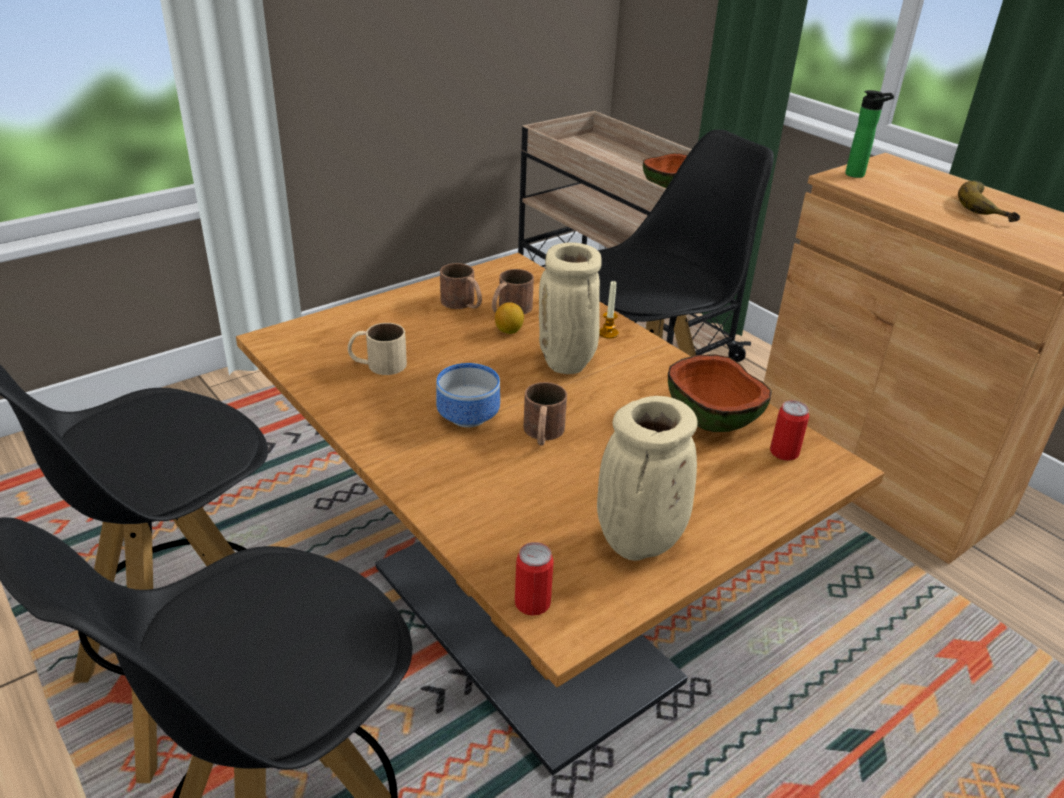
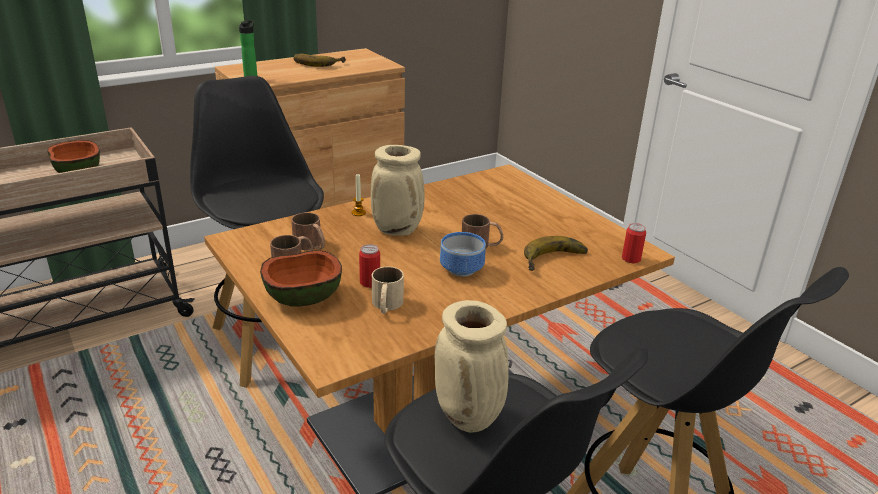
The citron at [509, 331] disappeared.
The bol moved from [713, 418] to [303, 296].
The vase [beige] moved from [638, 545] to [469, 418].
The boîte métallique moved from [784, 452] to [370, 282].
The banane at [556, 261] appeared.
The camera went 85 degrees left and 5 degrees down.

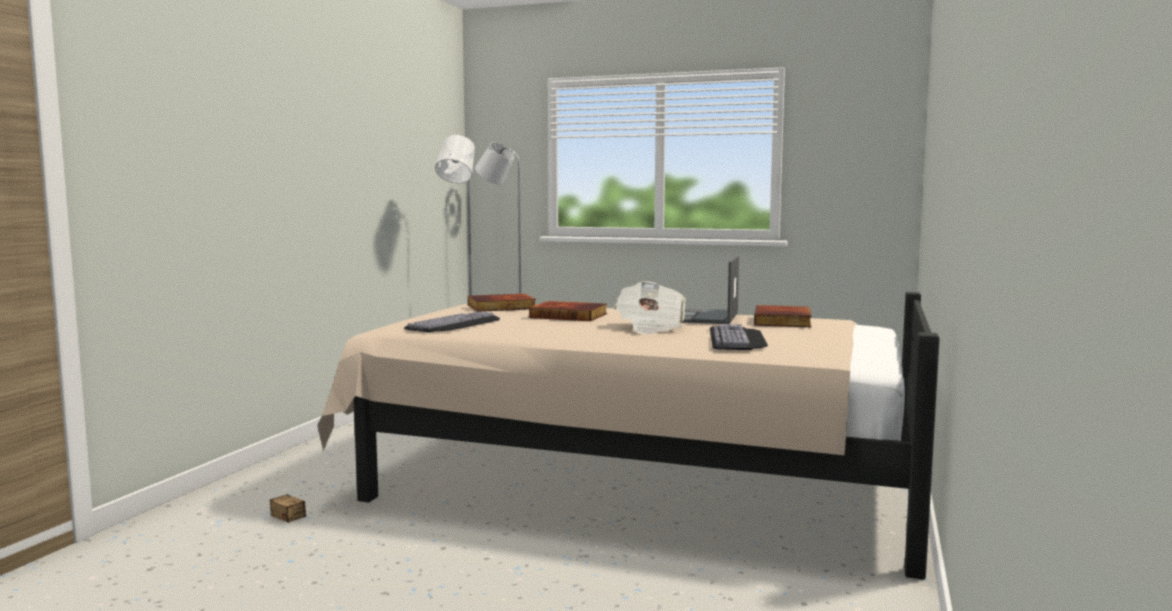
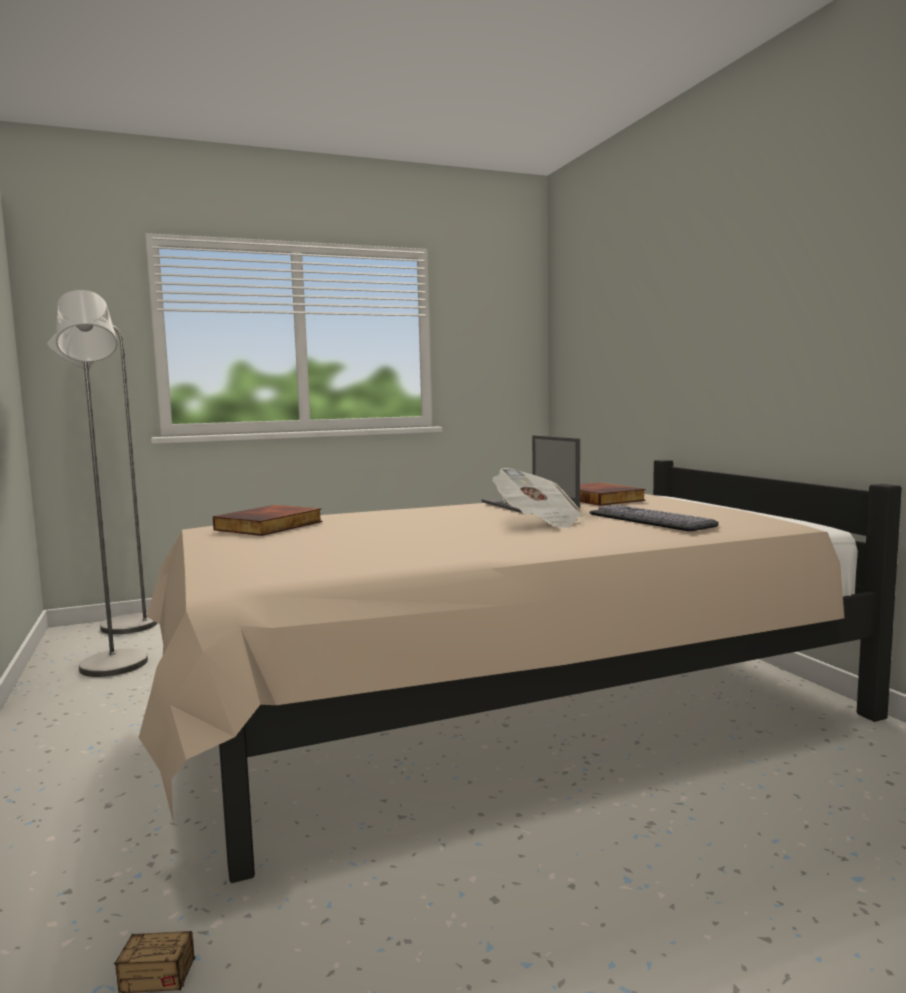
The livre at [569, 315] disappeared.
The clavier at [457, 324] disappeared.
The camera went 40 degrees left and 0 degrees up.

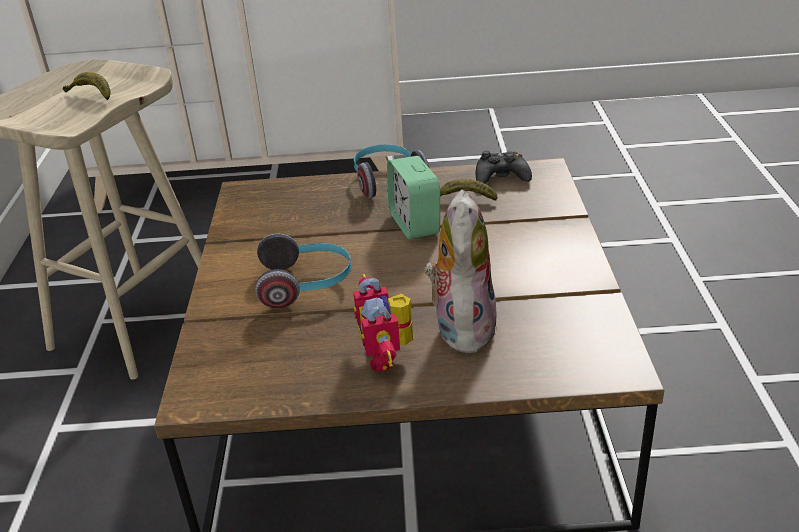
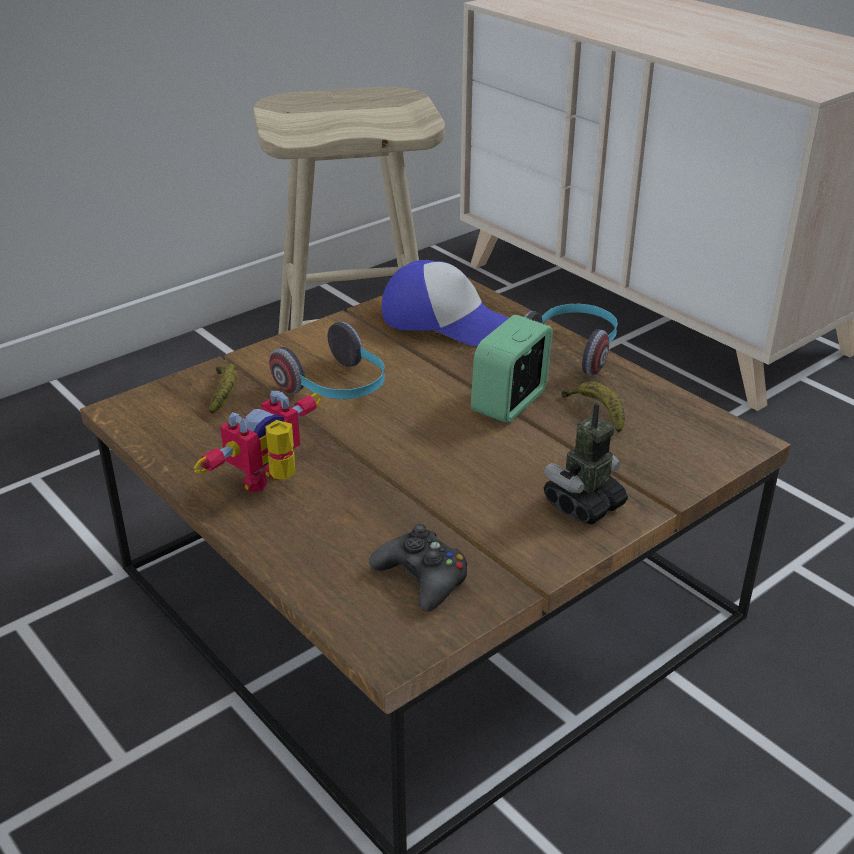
The banane moved from [92, 95] to [225, 394].
The manette [noir] moved from [501, 176] to [422, 578].
The peluche at [461, 326] disappeared.
The casquette at [445, 321] appeared.
The robot jouet at [584, 504] appeared.
The camera went 50 degrees right and 0 degrees up.

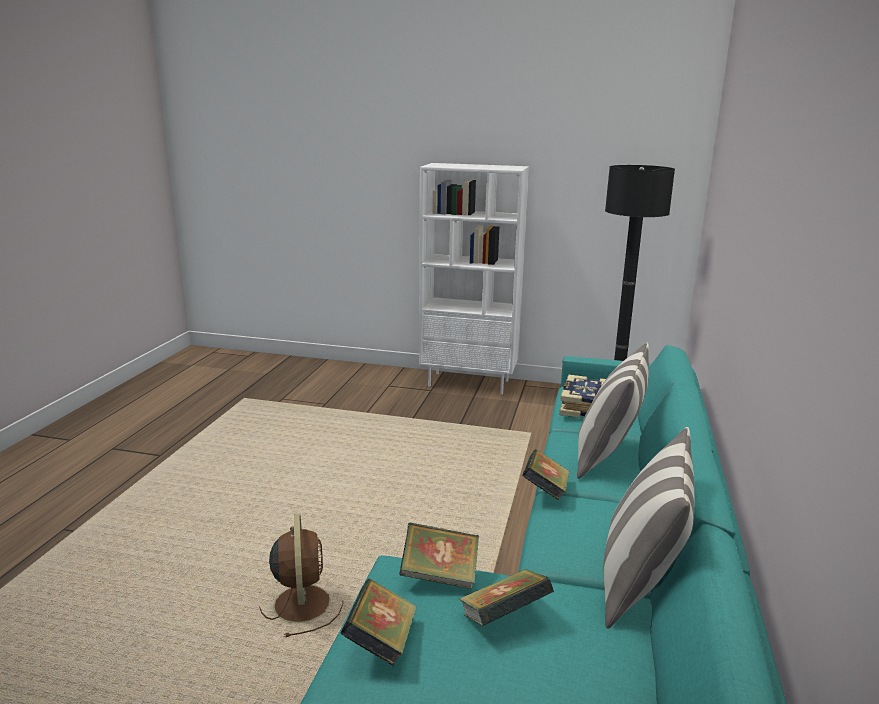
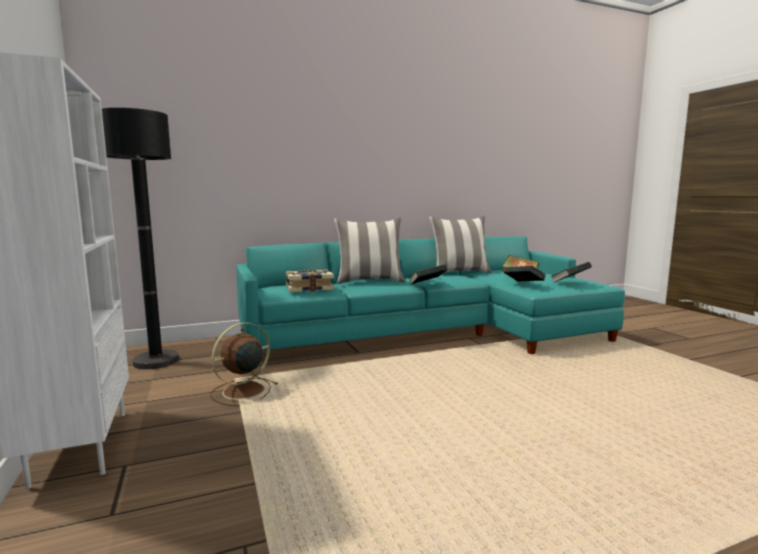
The ventilateur [marron] moved from [302, 602] to [242, 391].
The camera went 125 degrees left and 10 degrees down.

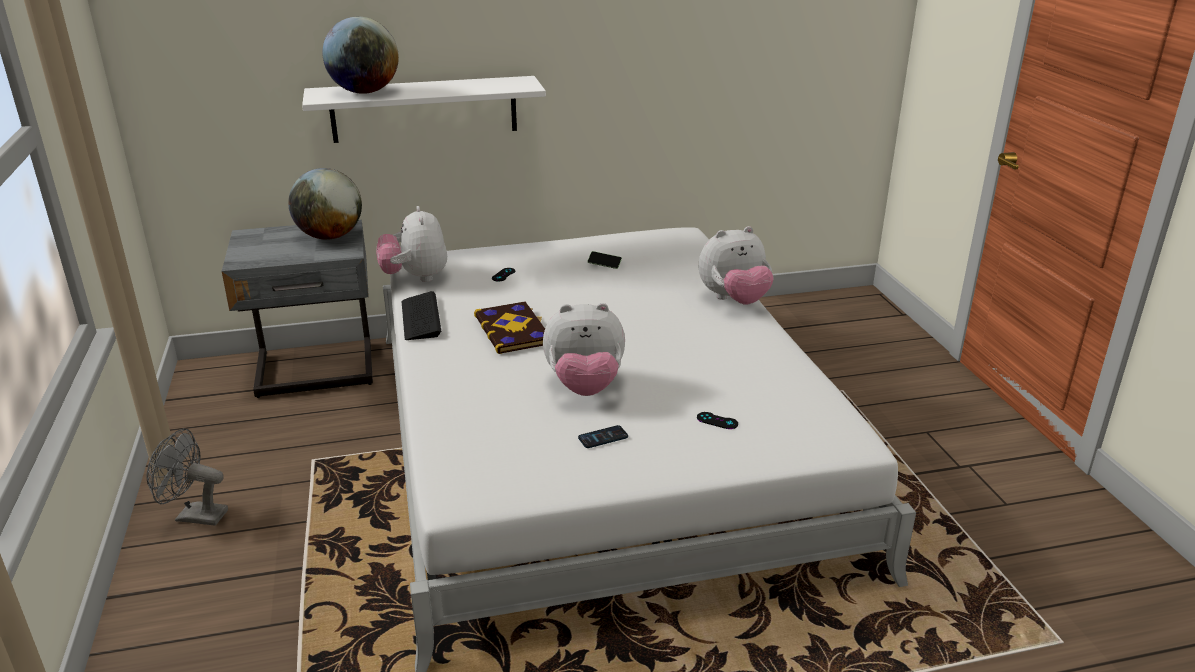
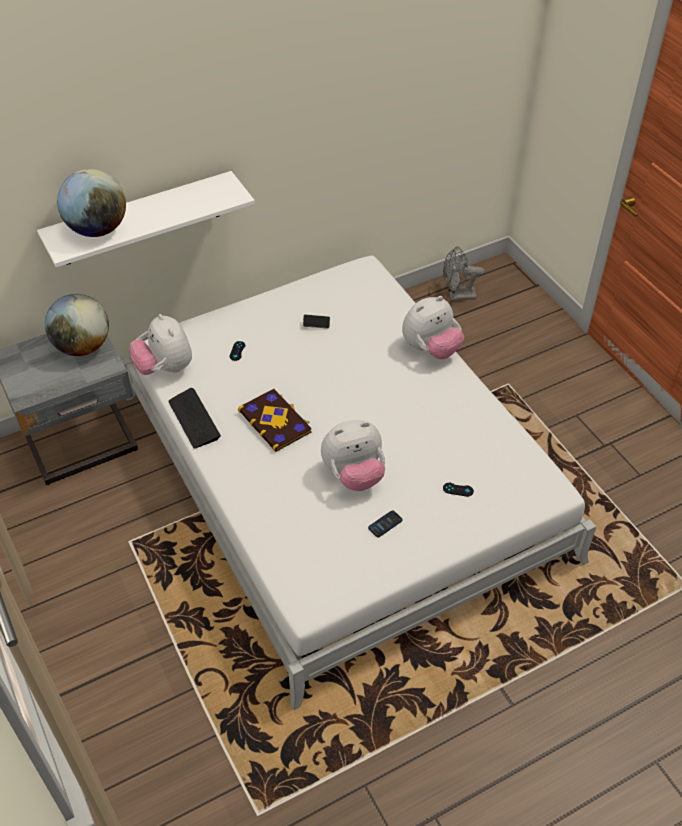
The ventilateur [gris] moved from [194, 516] to [457, 296].
The camera went 15 degrees left and 20 degrees up.

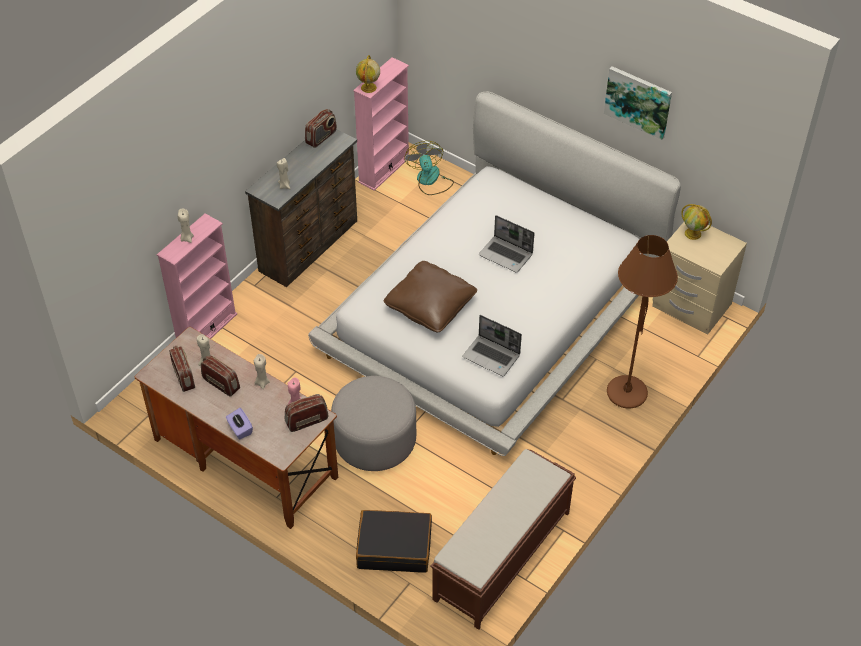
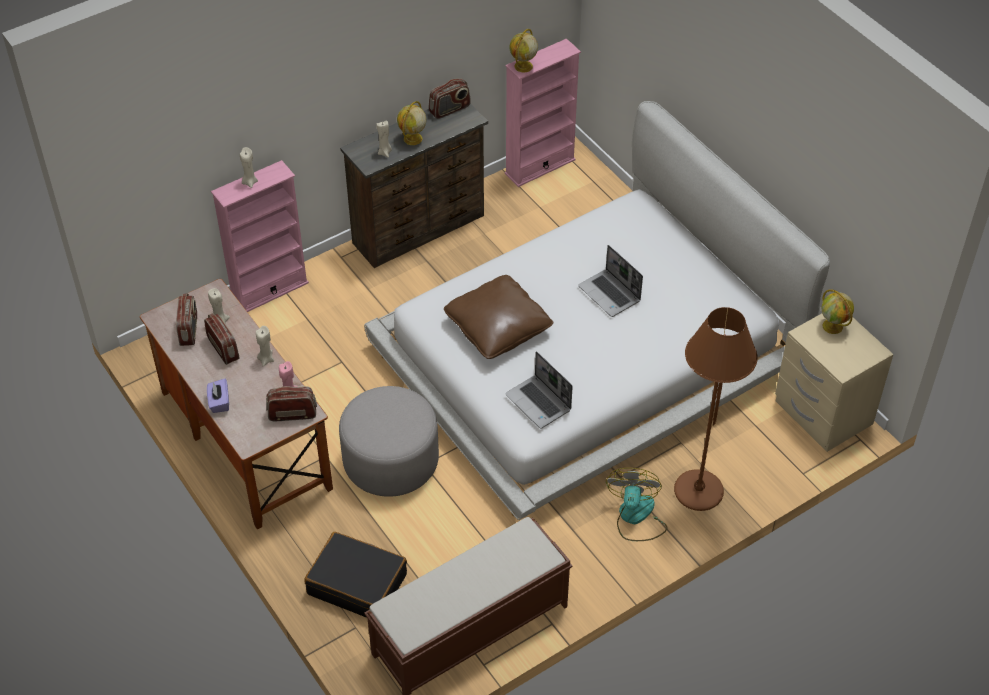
The tableau at [638, 101] disappeared.
The ventilateur moved from [430, 180] to [636, 517].
The globe at [412, 139] appeared.
The camera went 20 degrees right and 0 degrees up.

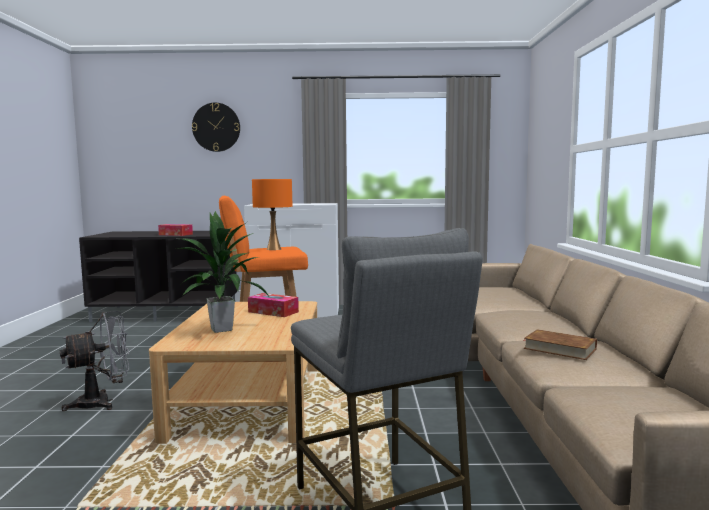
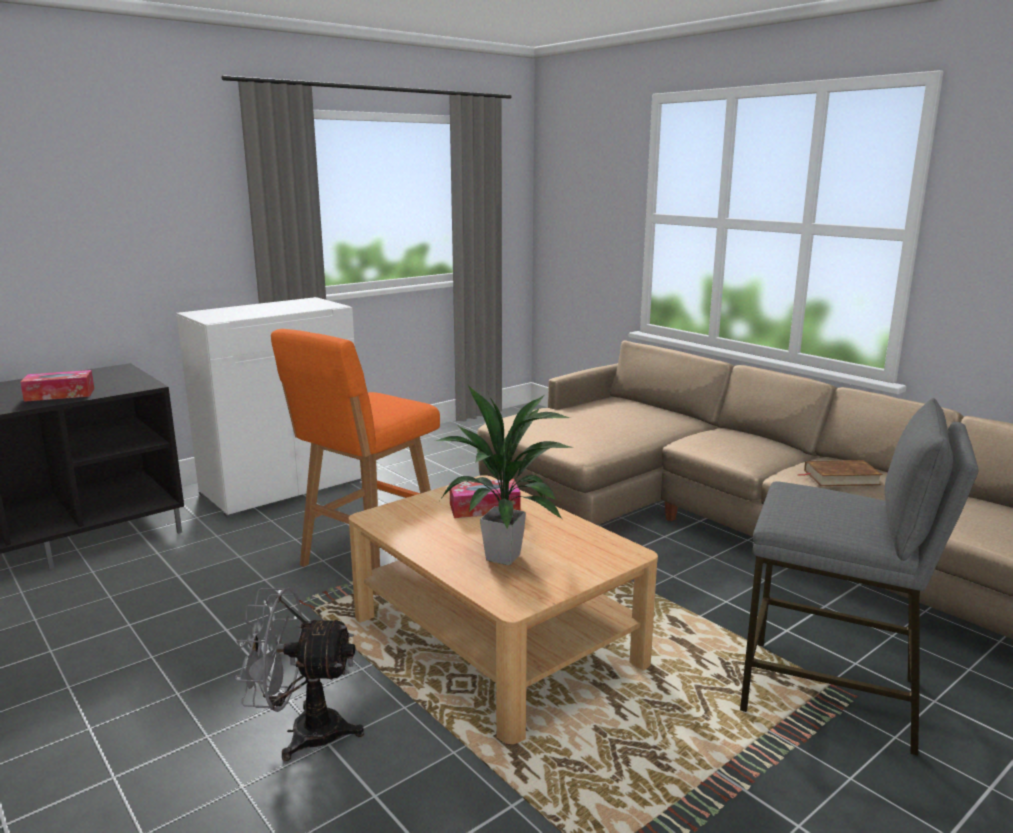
The horloge murale at [216, 127] disappeared.
The lampe de table [orange] at [274, 249] disappeared.
The ventilateur [gris] at [102, 402] turned 105 degrees counterclockwise.
The camera went 40 degrees left and 10 degrees up.

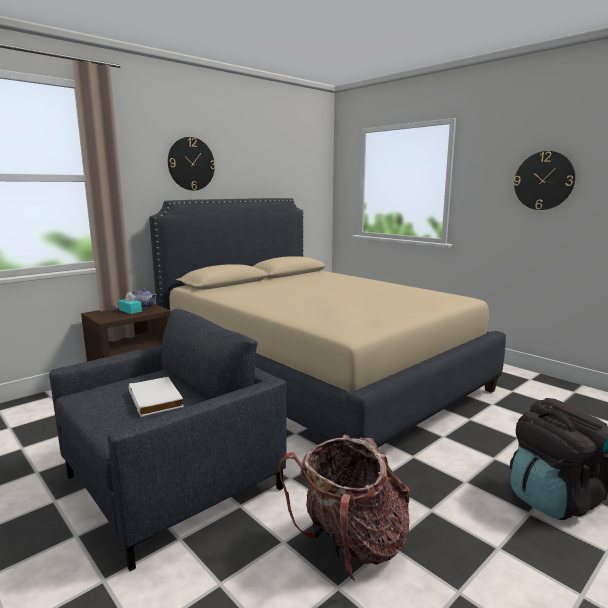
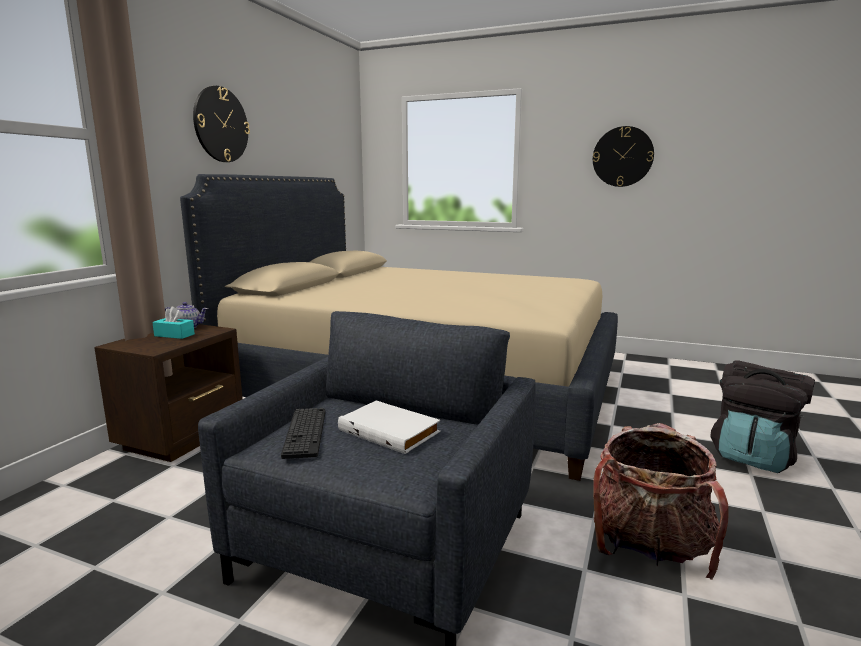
The clavier at [305, 433] appeared.
The camera went 25 degrees left and 0 degrees up.

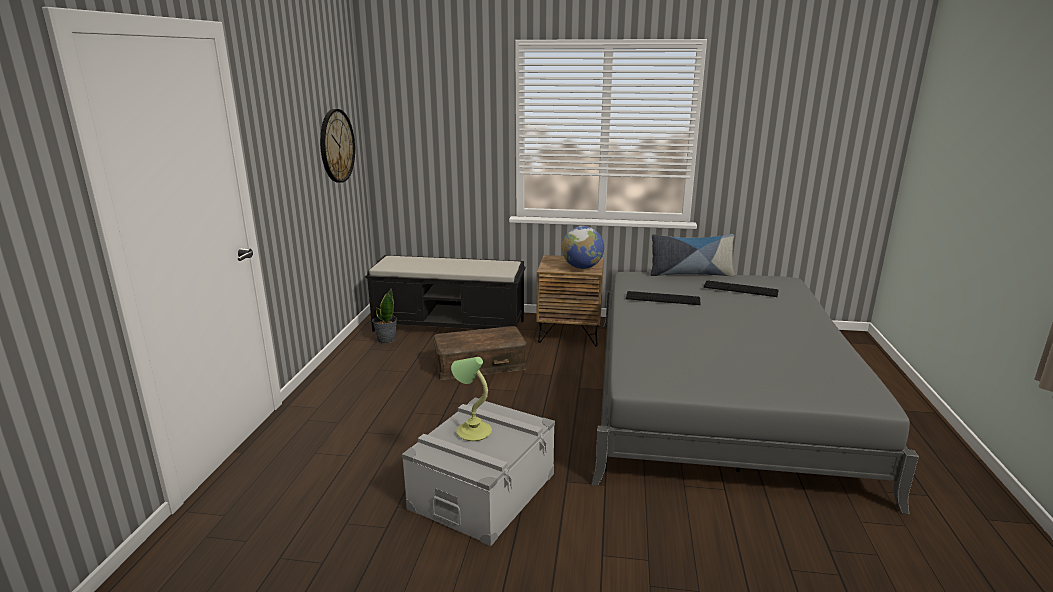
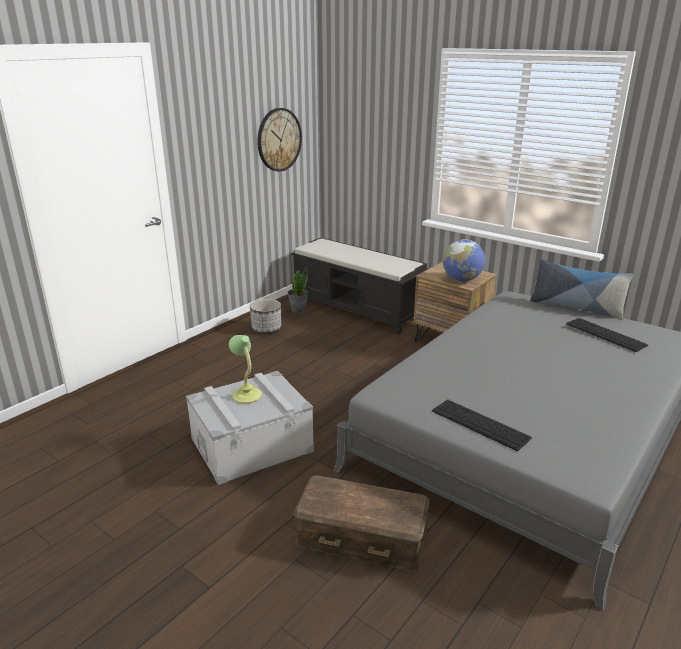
The clavier moved from [662, 298] to [480, 424].
The boîte de rangement [marron] moved from [479, 364] to [362, 535].
The cache-pot at [266, 328] appeared.
The camera went 30 degrees right and 5 degrees up.

